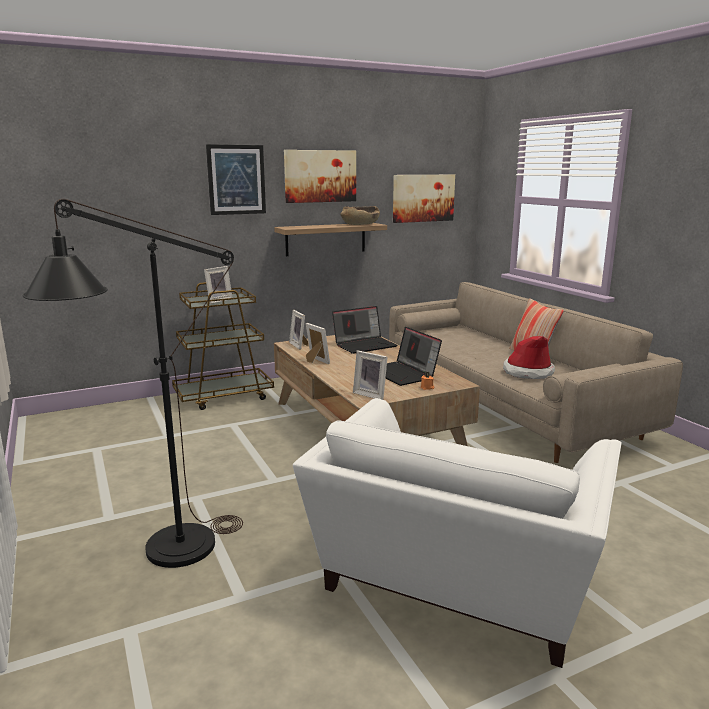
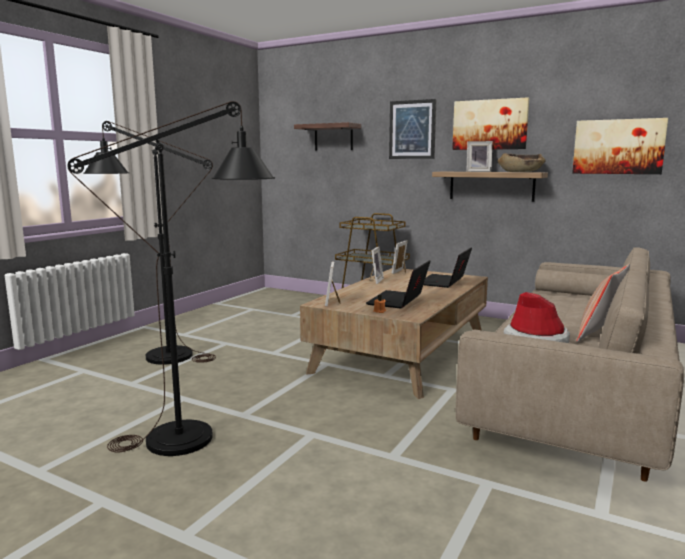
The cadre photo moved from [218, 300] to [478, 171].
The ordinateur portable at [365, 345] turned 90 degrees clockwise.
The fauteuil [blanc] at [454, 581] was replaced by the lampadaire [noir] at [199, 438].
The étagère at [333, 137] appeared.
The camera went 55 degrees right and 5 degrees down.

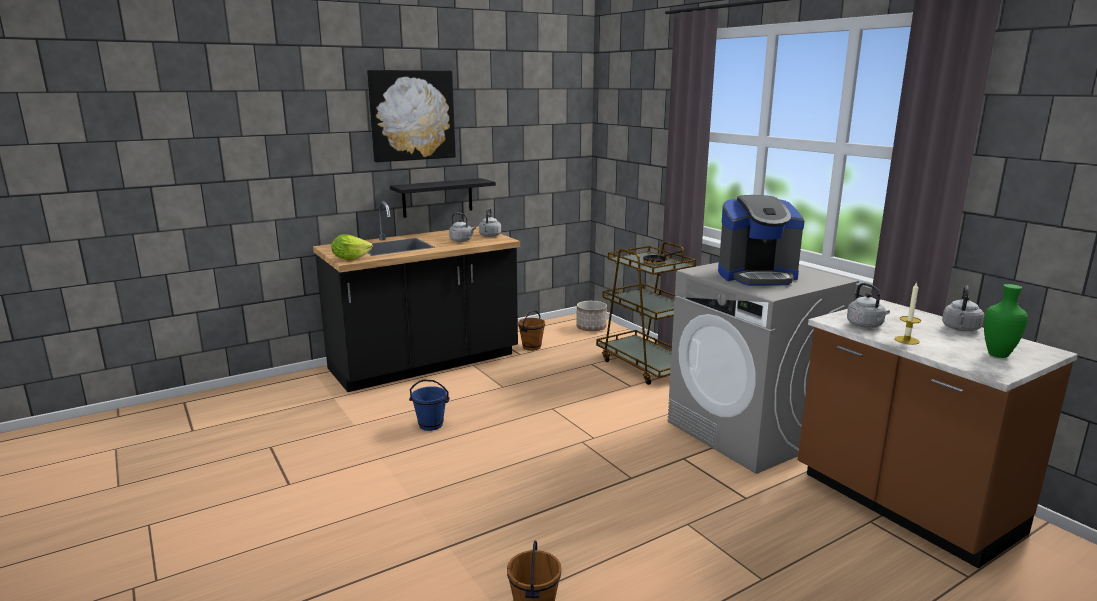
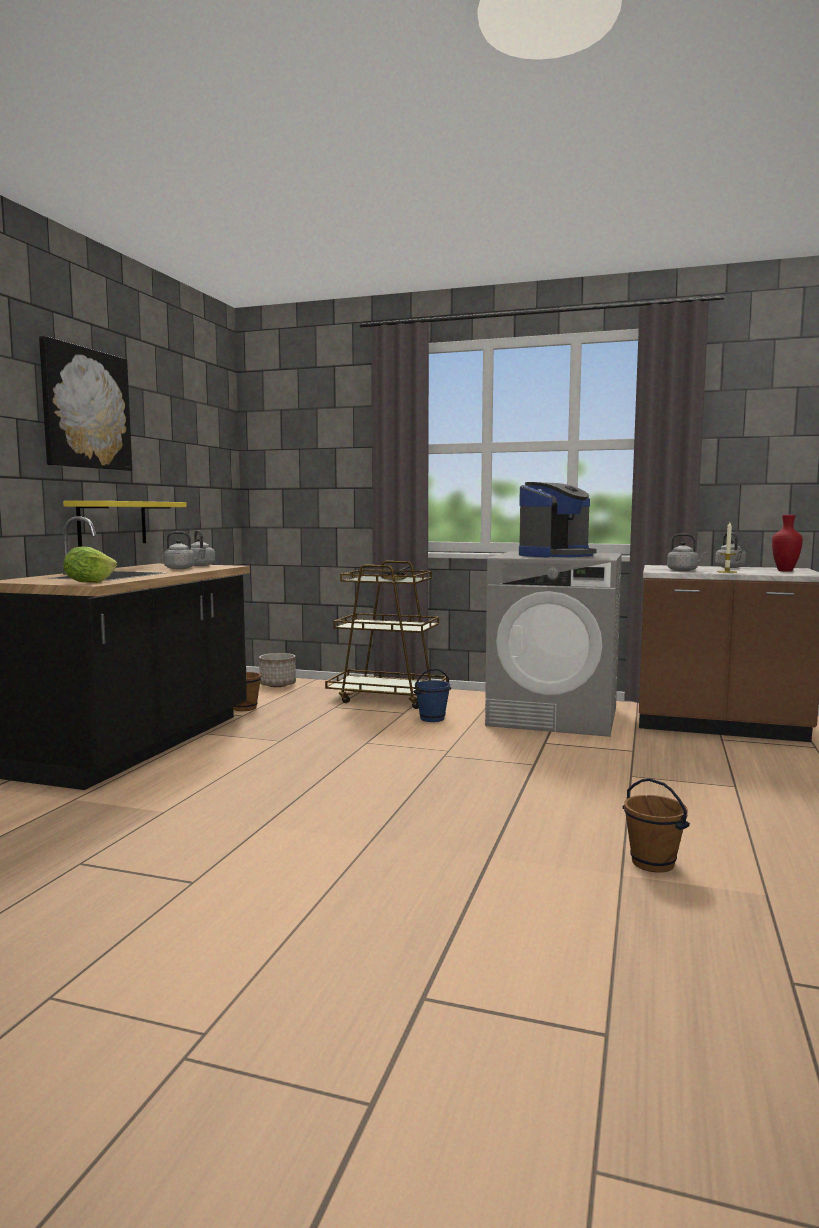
The étagère [noir] at [437, 197] became the étagère [jaune] at [112, 523].
The vase [vert] at [998, 354] became the vase [rouge] at [784, 571].
The seau [bleu] moved from [431, 425] to [432, 719].
The camera went 40 degrees left and 10 degrees down.

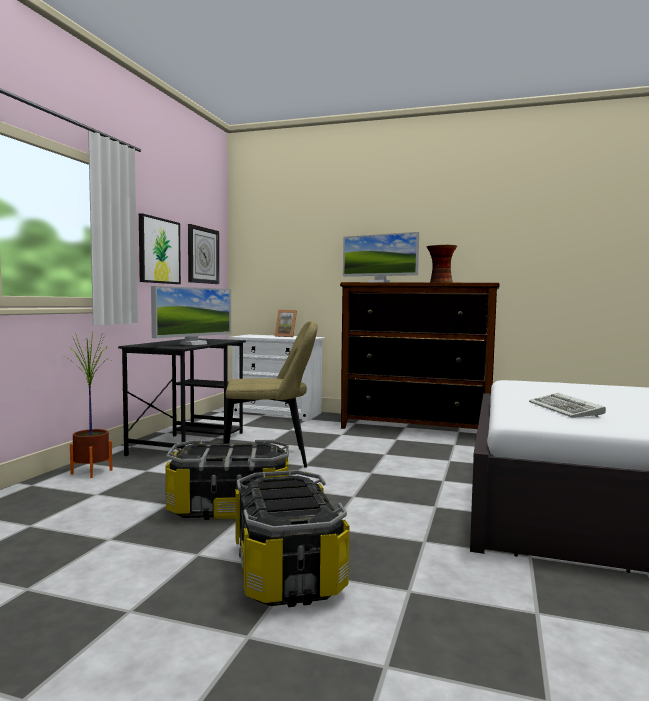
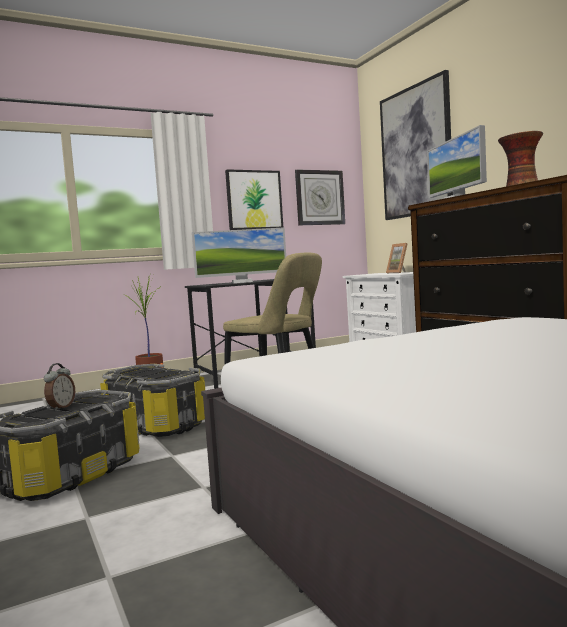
The clavier at [567, 410] disappeared.
The tableau at [416, 151] appeared.
The réveil at [60, 407] appeared.
The camera went 45 degrees right and 0 degrees up.

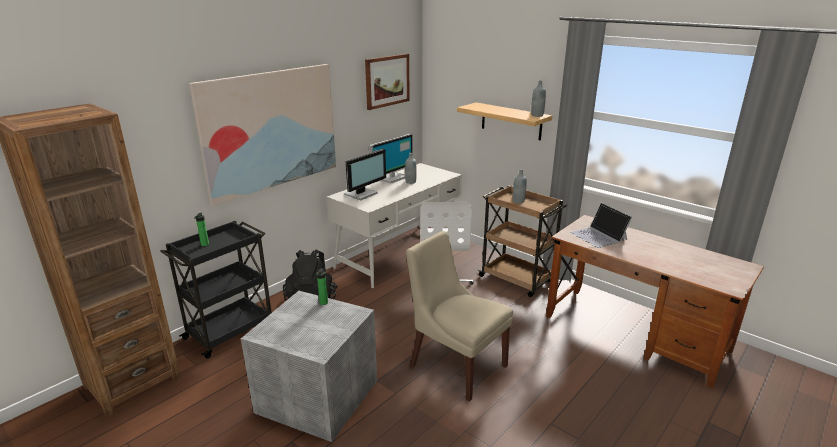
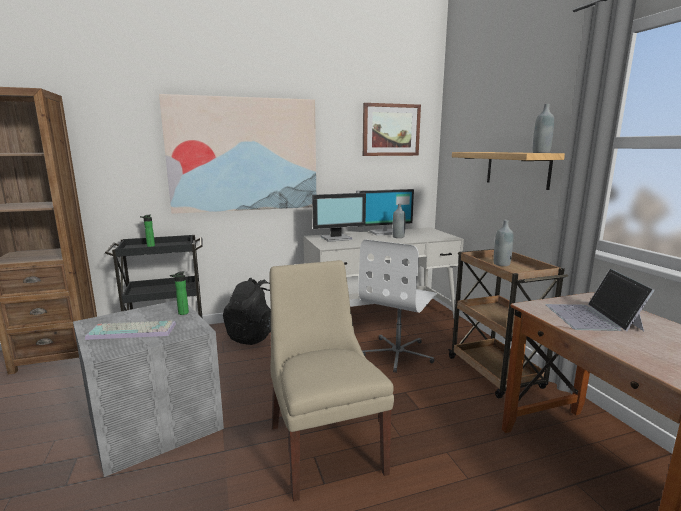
The clavier at [134, 331] appeared.
The camera went 30 degrees right and 10 degrees down.

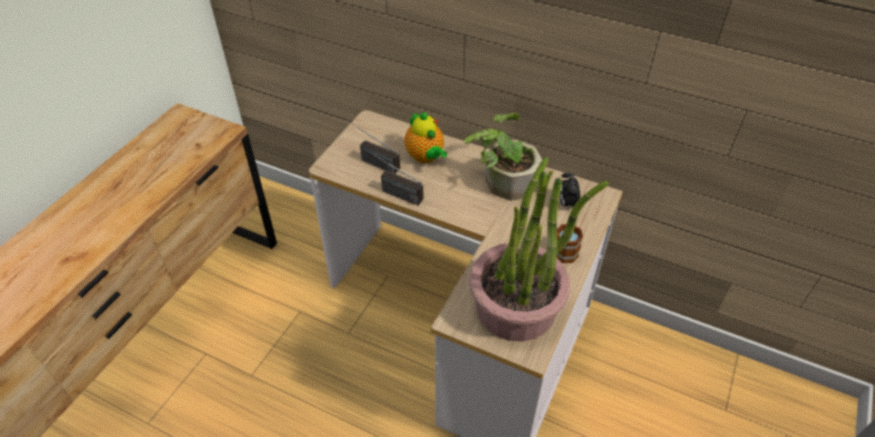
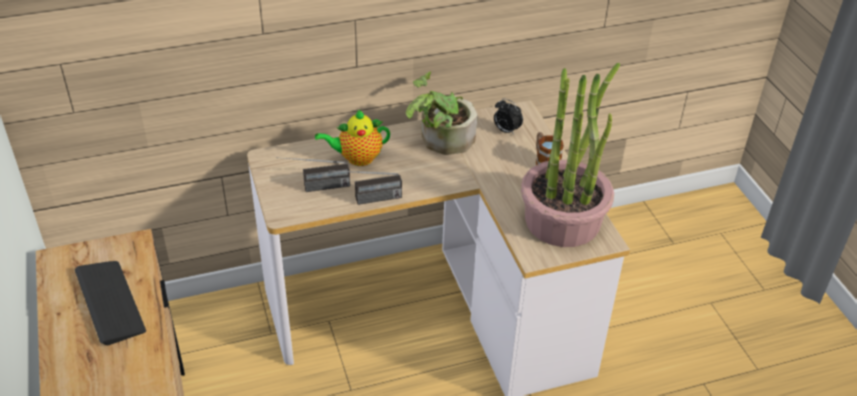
The théière at [426, 157] turned 150 degrees clockwise.
The clavier at [110, 302] appeared.
The camera went 45 degrees left and 5 degrees down.

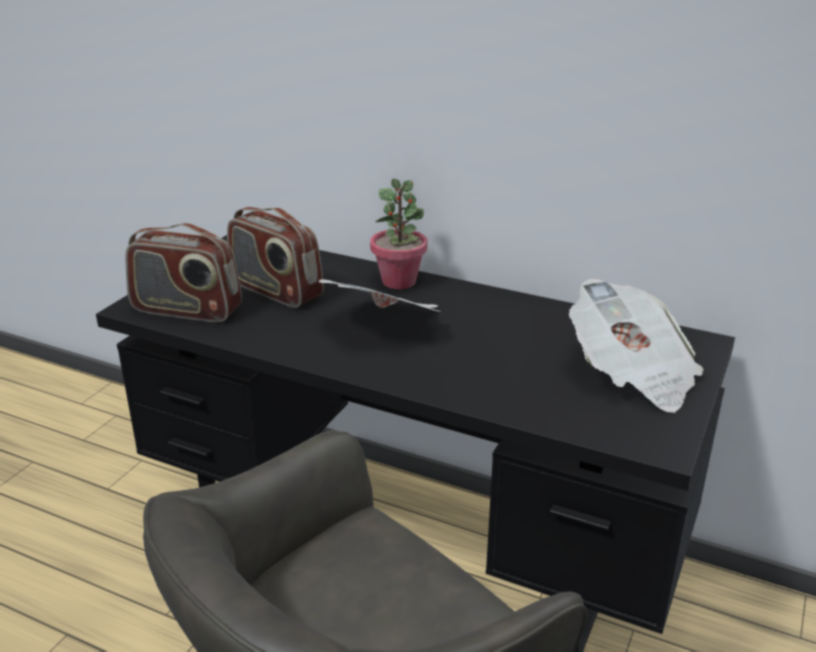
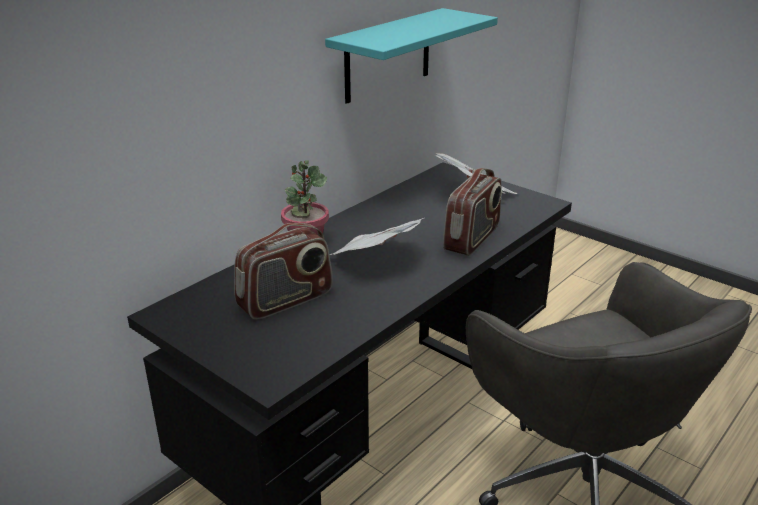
The radio moved from [186, 310] to [472, 239].
The étagère [turquoise] at [388, 55] appeared.
The camera went 75 degrees left and 0 degrees up.

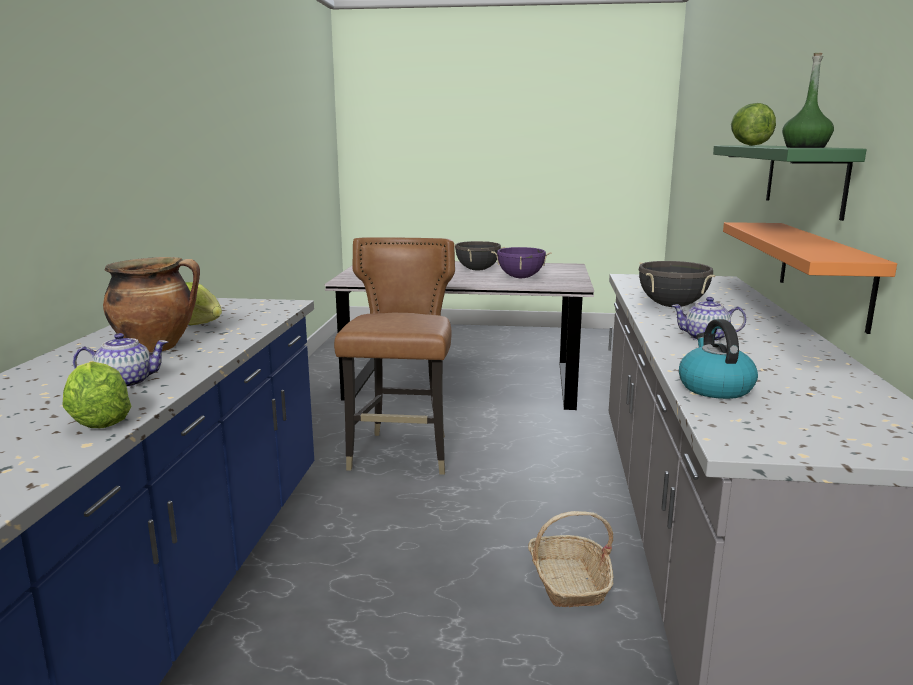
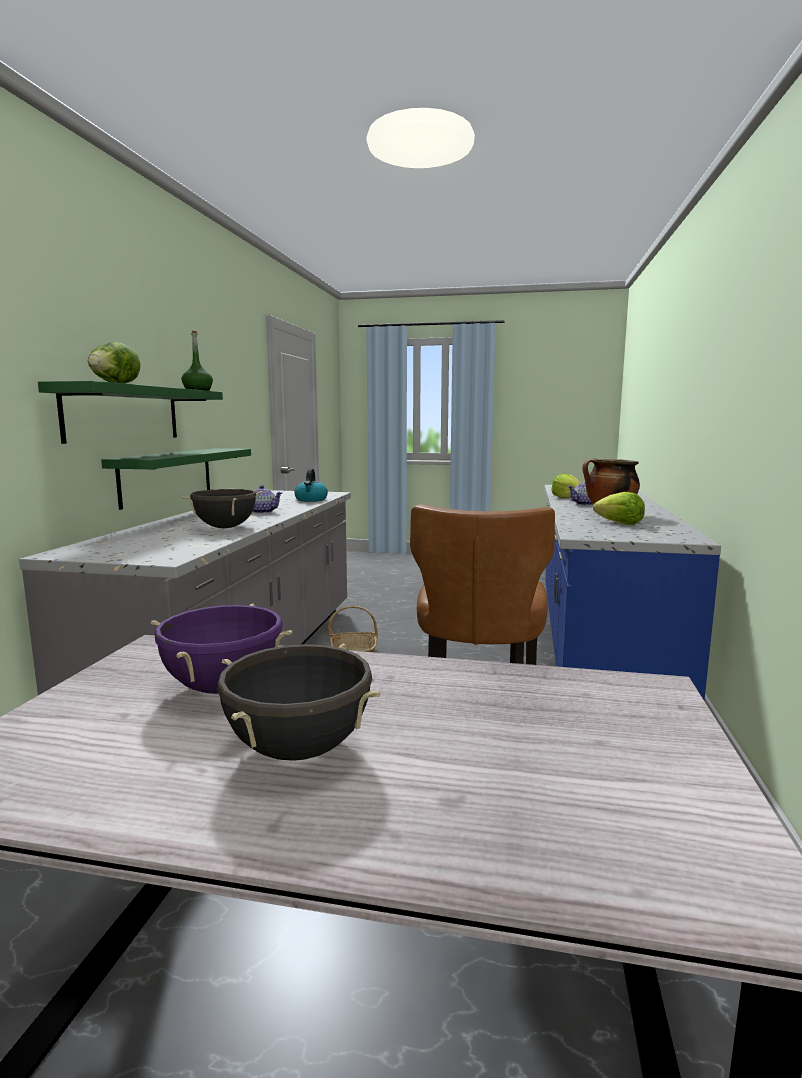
The étagère [orange] at [824, 272] became the étagère [vert] at [167, 475].
The camera went 175 degrees left and 5 degrees down.

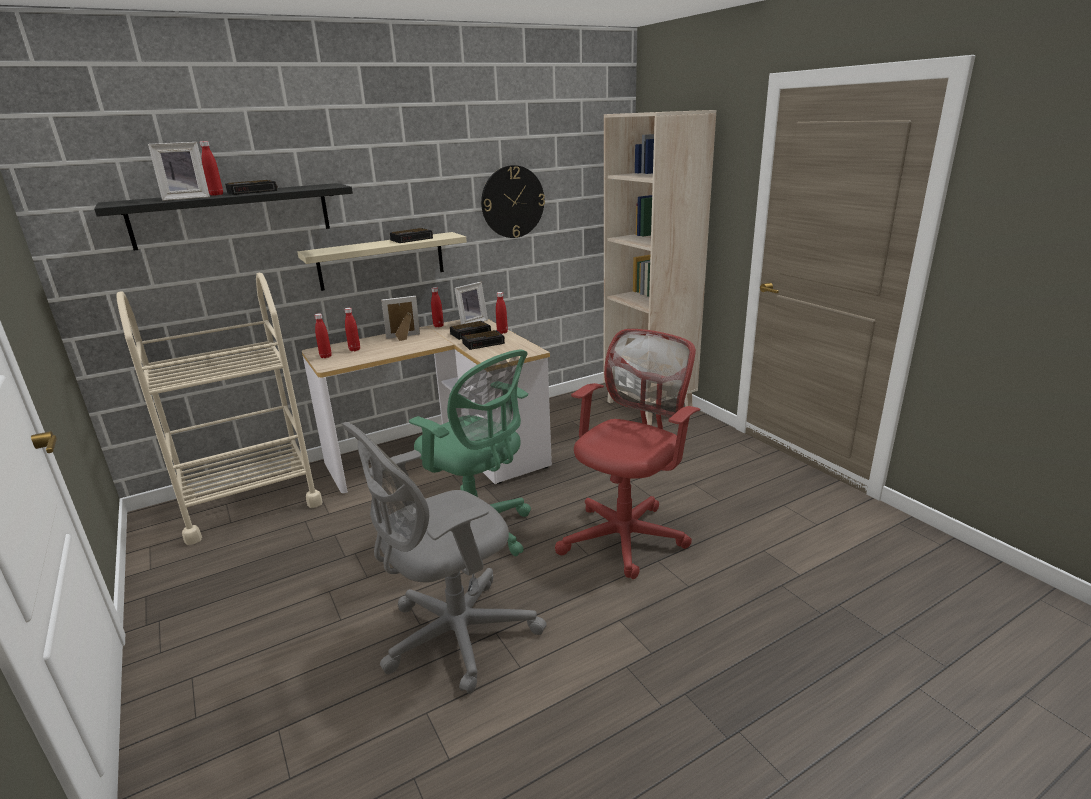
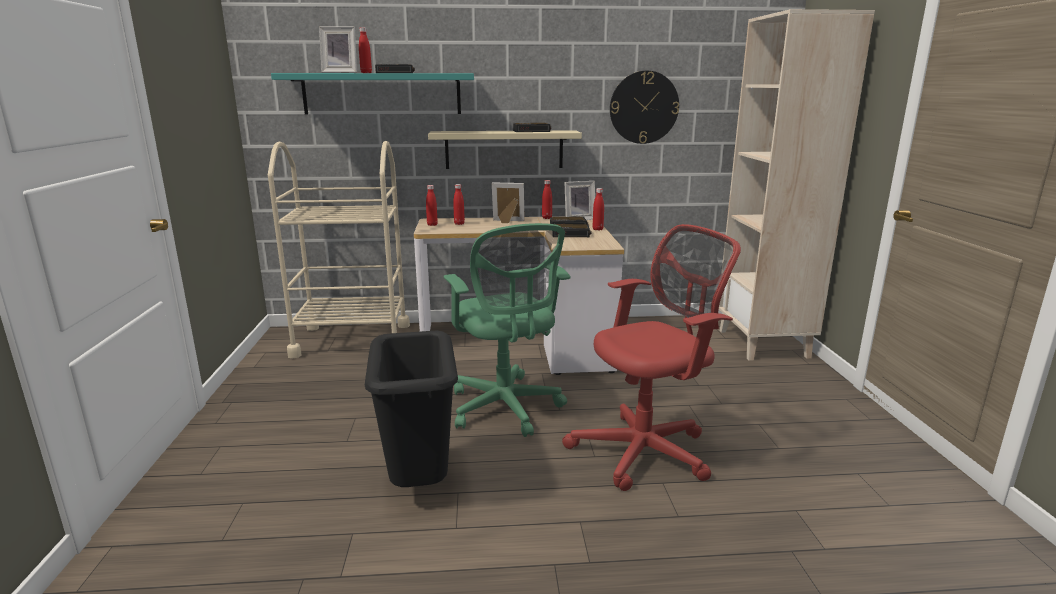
The étagère [noir] at [232, 215] became the étagère [turquoise] at [382, 94].
The chaise de bureau [gris] at [452, 637] was replaced by the poubelle [noir] at [419, 483].
The camera went 25 degrees right and 5 degrees down.

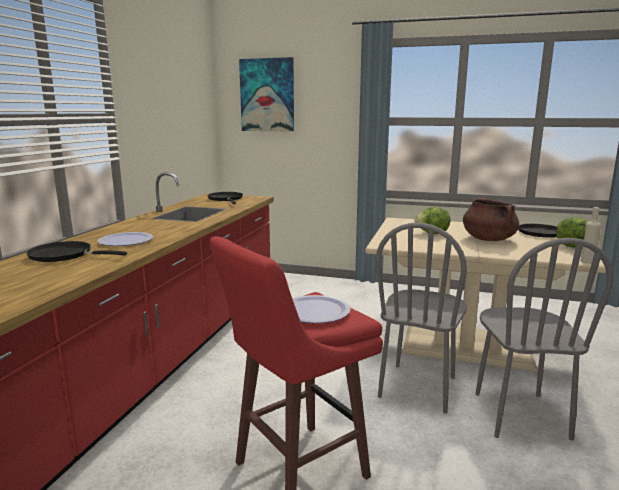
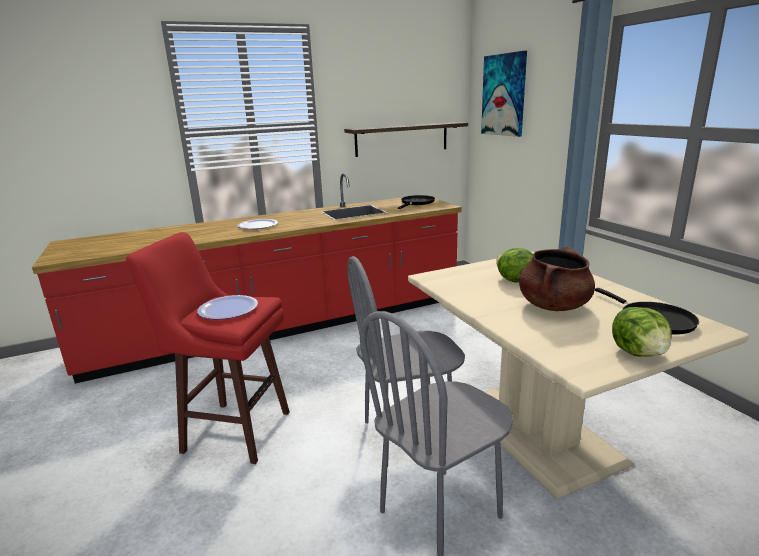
The bouteille [beige] at [587, 261] disappeared.
The poêle [noir] at [65, 255] disappeared.
The étagère at [402, 139] appeared.
The camera went 50 degrees right and 5 degrees up.

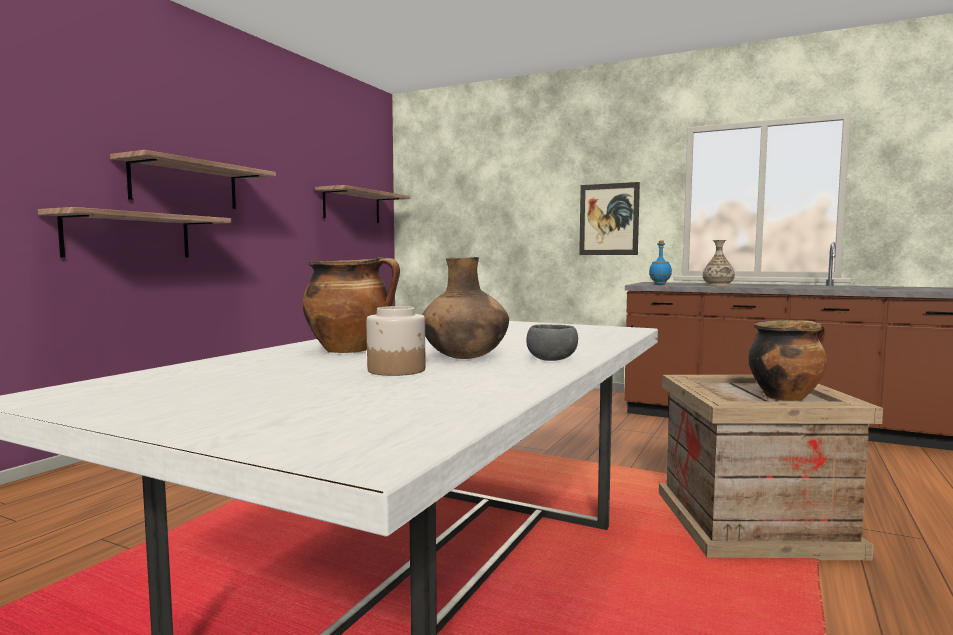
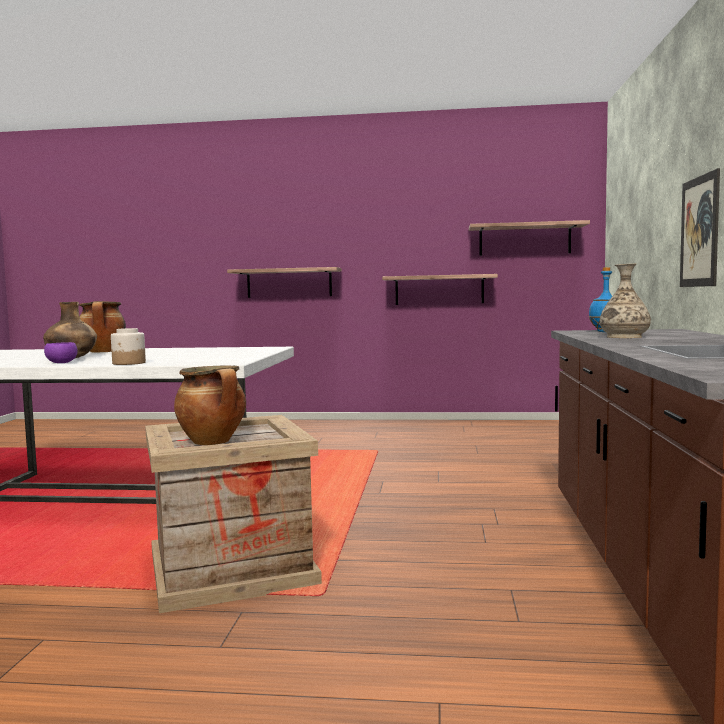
The étagère moved from [185, 185] to [439, 290].
The bocal moved from [397, 370] to [129, 363].
The bol [gris] at [553, 360] became the bol [violet] at [61, 363].
The camera went 70 degrees right and 0 degrees up.

